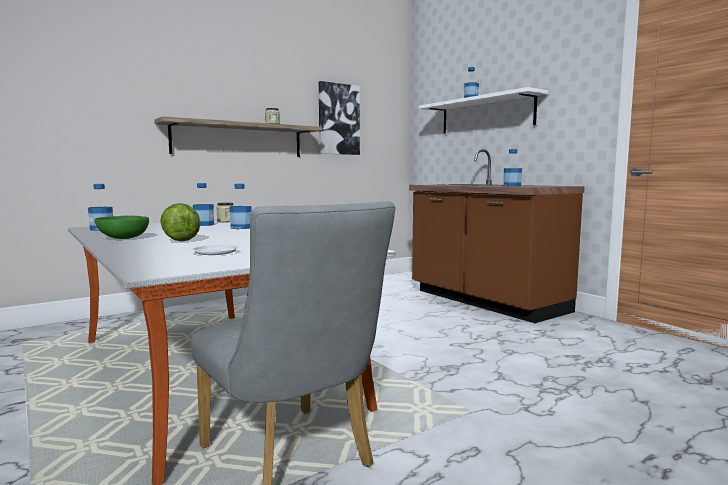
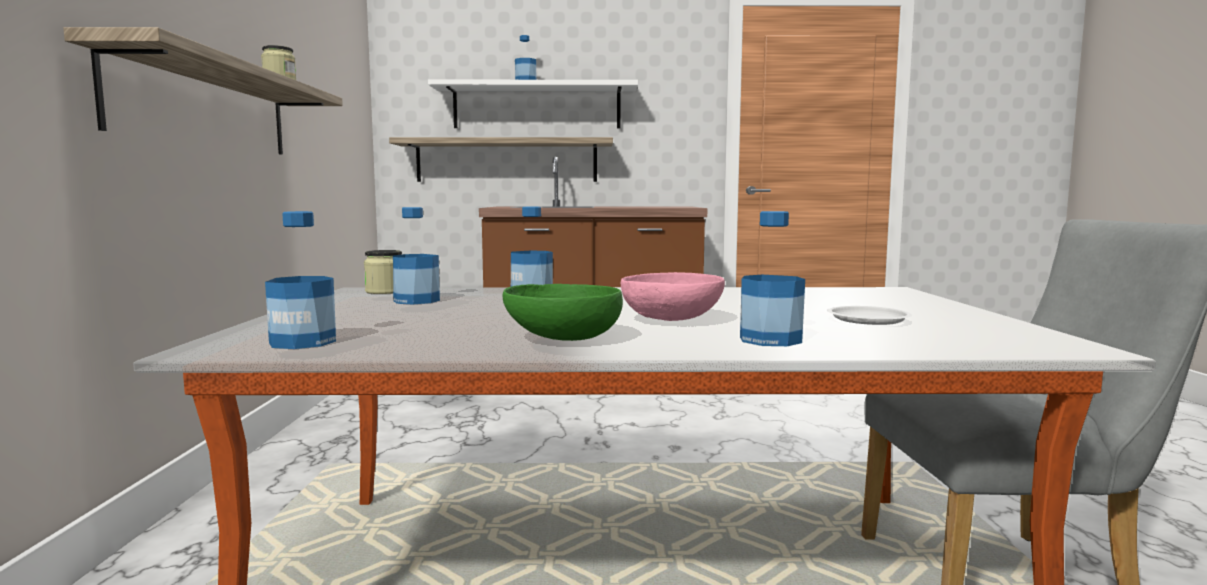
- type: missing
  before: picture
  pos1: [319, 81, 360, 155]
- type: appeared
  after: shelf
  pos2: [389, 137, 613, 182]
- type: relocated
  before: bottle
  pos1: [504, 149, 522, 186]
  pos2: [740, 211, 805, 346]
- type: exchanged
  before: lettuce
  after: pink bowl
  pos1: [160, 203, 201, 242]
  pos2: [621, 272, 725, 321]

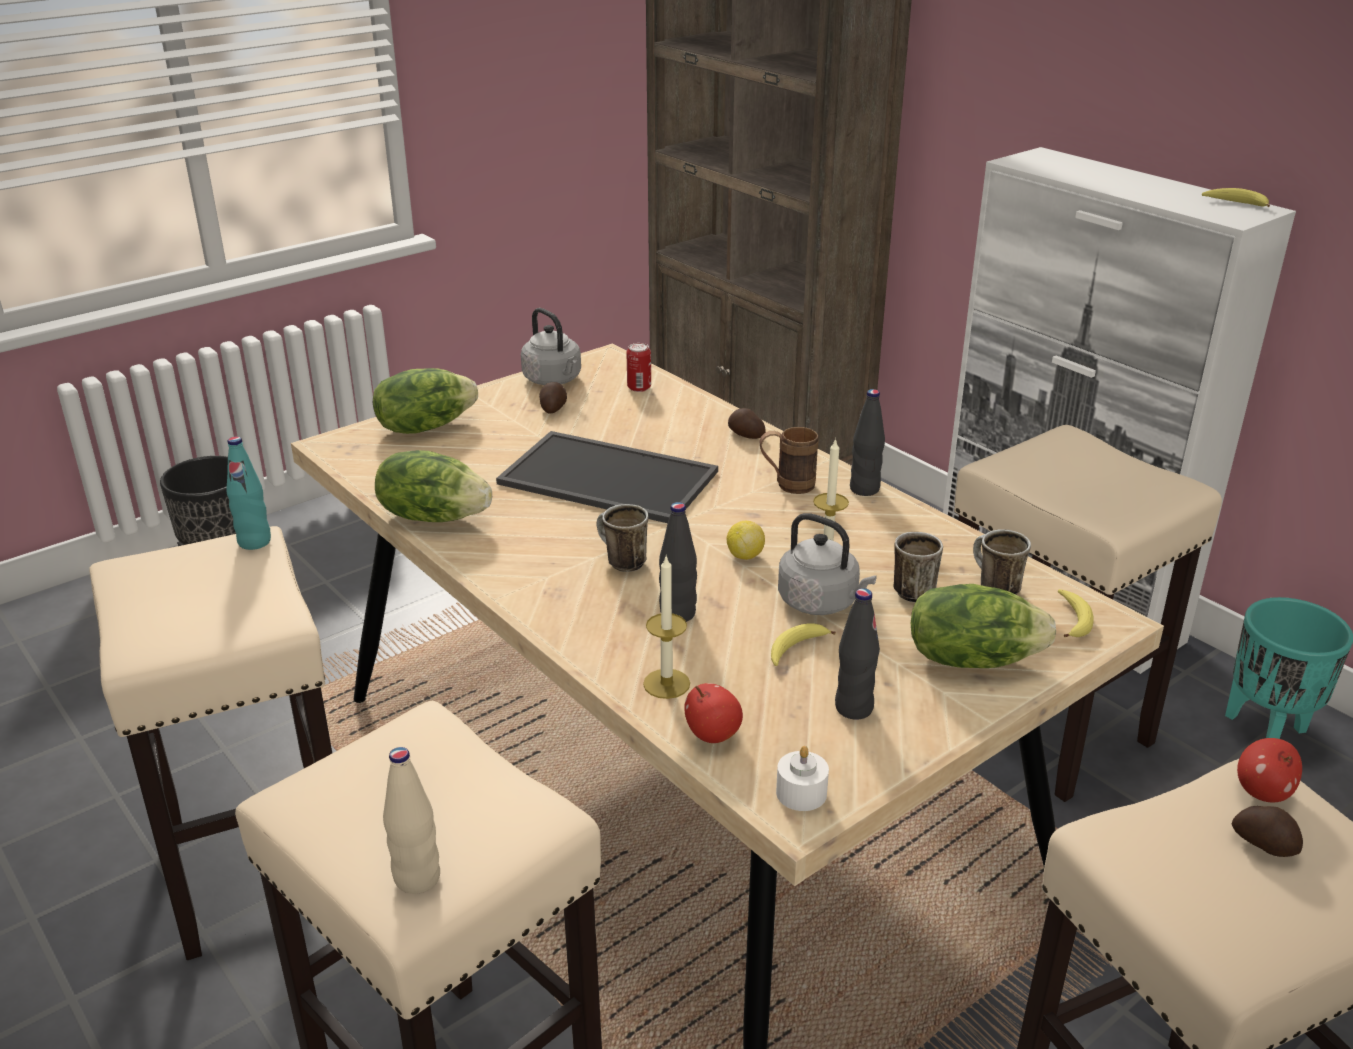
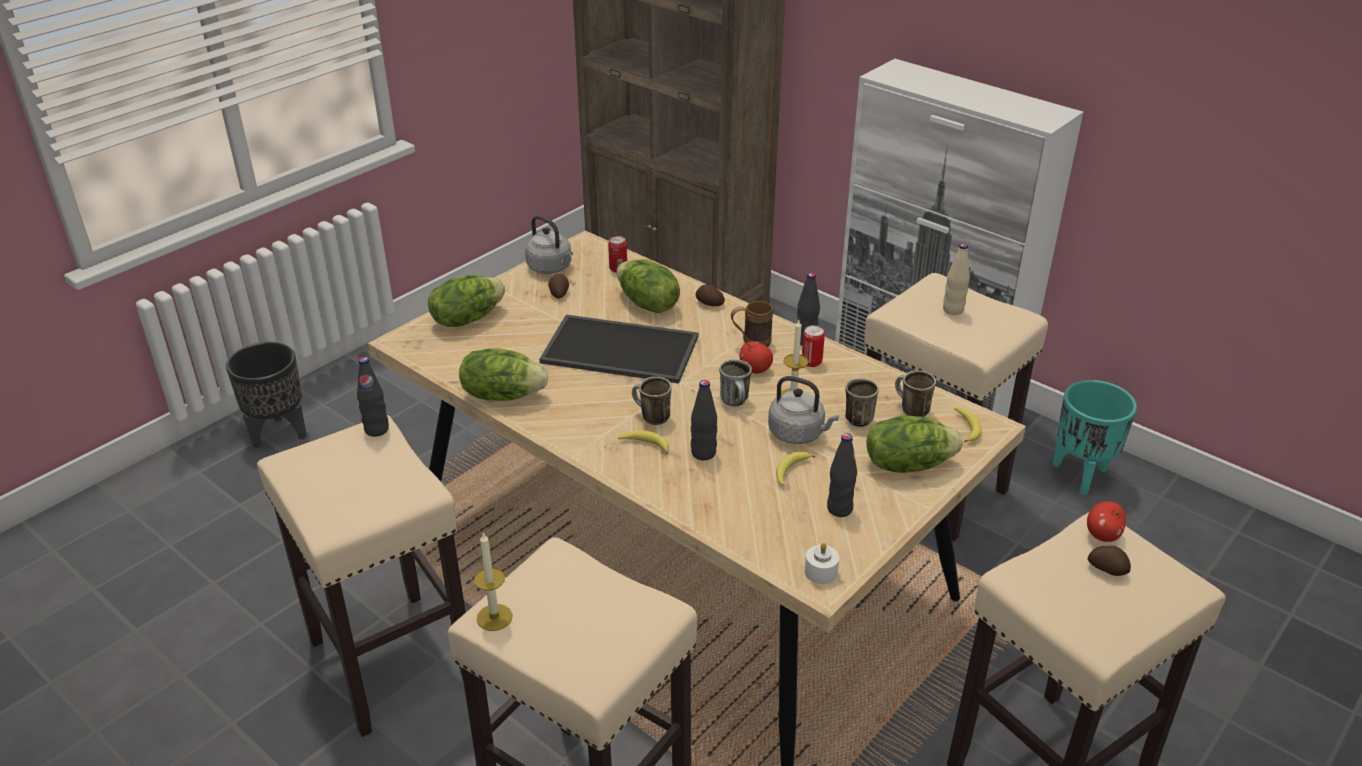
- type: appeared
  after: lettuce
  pos2: [617, 259, 680, 313]
- type: appeared
  after: can
  pos2: [802, 325, 825, 367]
- type: relocated
  before: beige bottle
  pos1: [383, 747, 440, 894]
  pos2: [943, 243, 970, 315]
- type: relocated
  before: candle
  pos1: [643, 557, 690, 699]
  pos2: [474, 532, 513, 631]
- type: relocated
  before: apple
  pos1: [684, 683, 743, 743]
  pos2: [739, 341, 773, 374]
- type: relocated
  before: banana
  pos1: [1202, 188, 1270, 207]
  pos2: [618, 430, 669, 454]
- type: exchanged
  before: lemon
  after: mug
  pos1: [727, 521, 765, 560]
  pos2: [719, 359, 752, 406]
- type: colour
  before: turquoise bottle
  after: black bottle
  pos1: [226, 436, 271, 550]
  pos2: [357, 357, 389, 437]

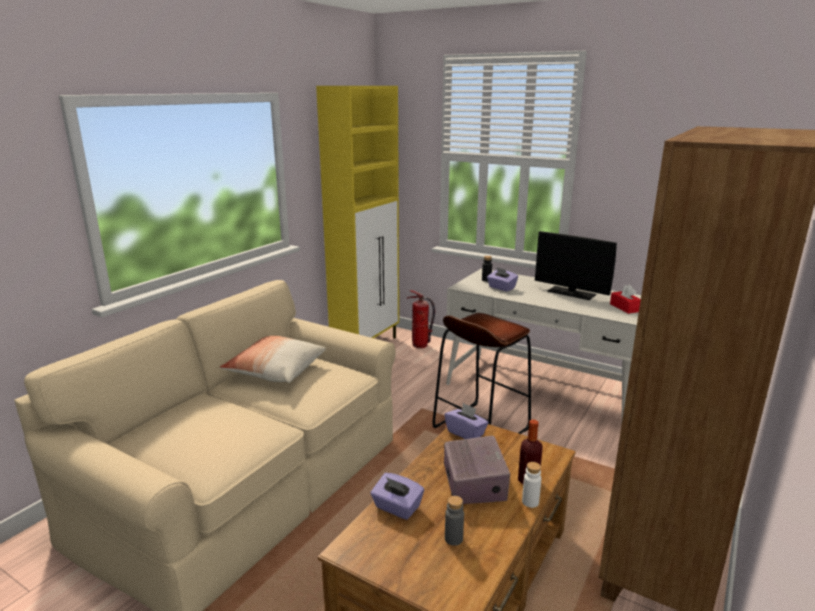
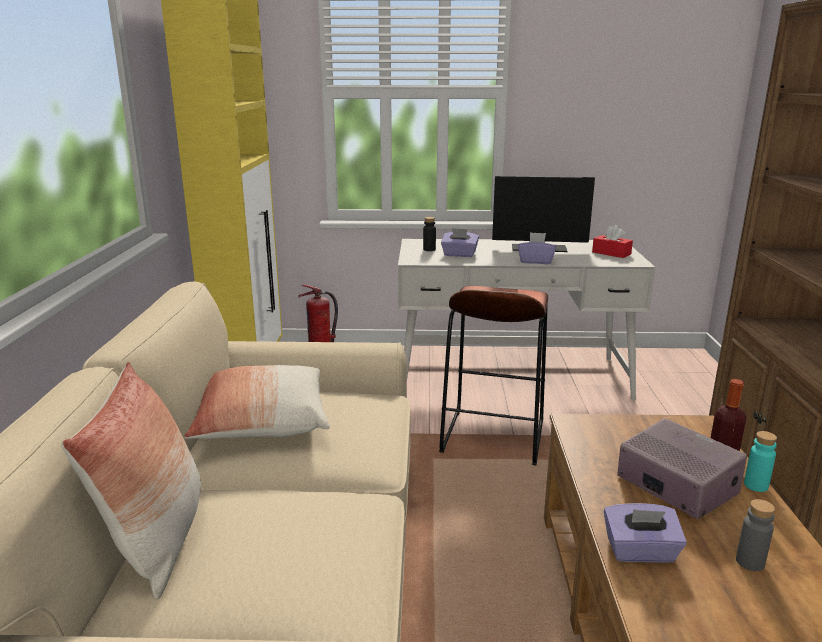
- type: appeared
  after: pillow
  pos2: [61, 362, 201, 599]
- type: relocated
  before: purple tissue box
  pos1: [444, 403, 489, 439]
  pos2: [518, 232, 556, 264]
- type: colour
  before: white bottle
  after: turquoise bottle
  pos1: [522, 462, 542, 508]
  pos2: [744, 431, 777, 492]

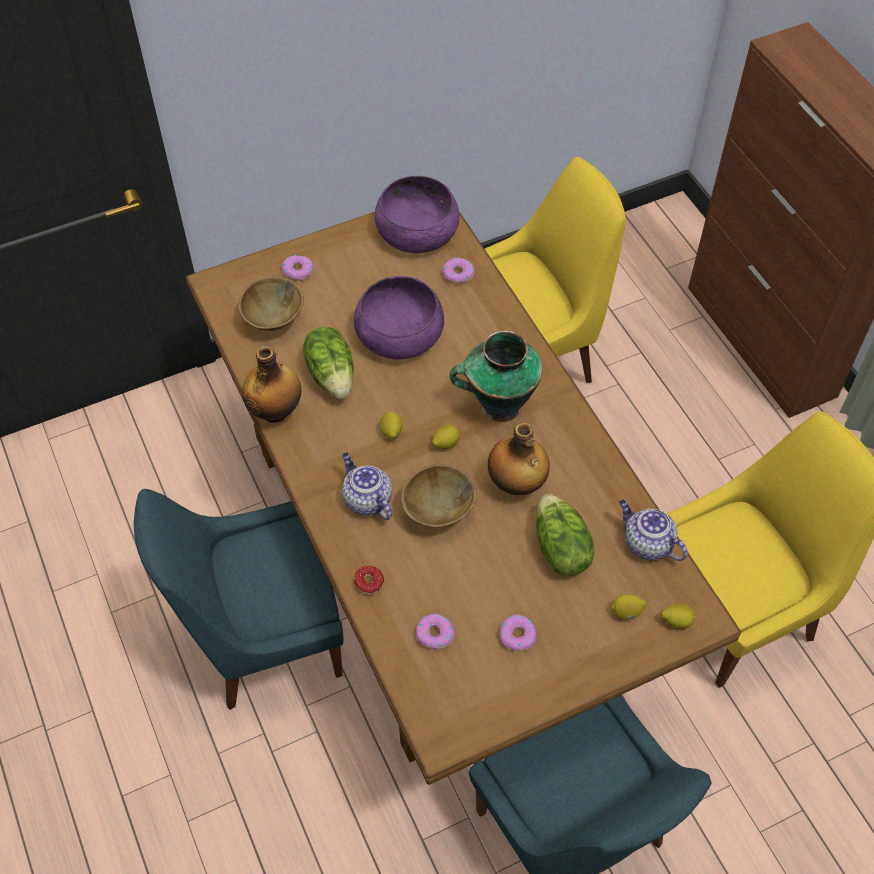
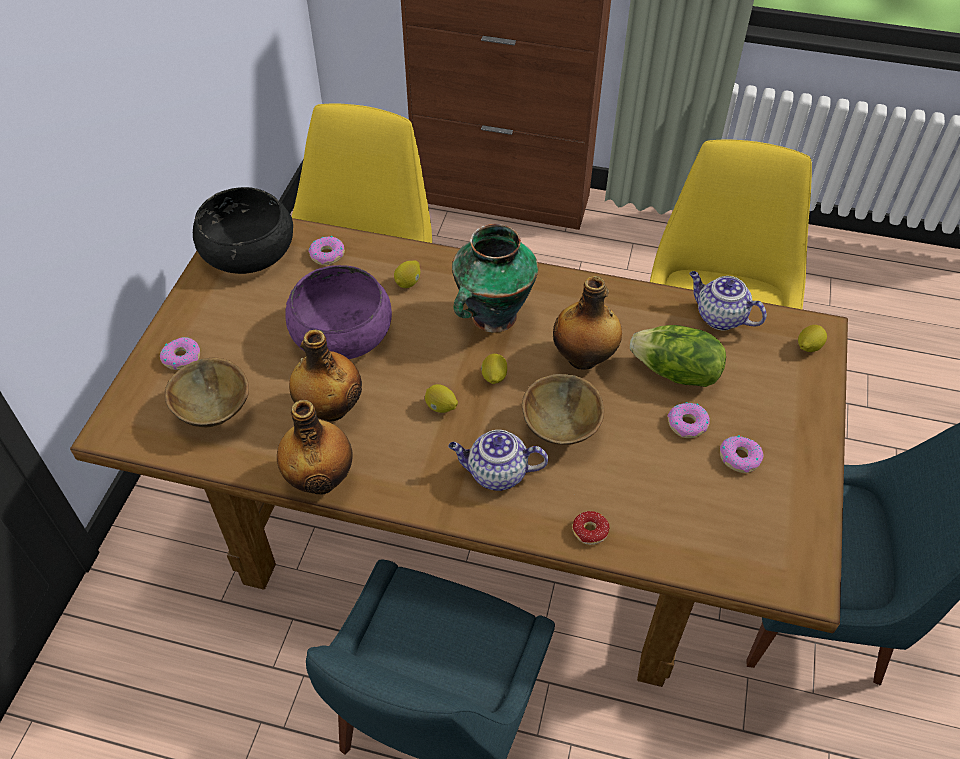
- type: relocated
  before: donut
  pos1: [415, 614, 455, 650]
  pos2: [668, 402, 710, 438]
- type: relocated
  before: lemon
  pos1: [611, 594, 646, 620]
  pos2: [394, 260, 420, 288]
- type: exchanged
  before: lettuce
  after: bottle
  pos1: [303, 326, 354, 399]
  pos2: [289, 330, 362, 422]
- type: colour
  before: purple bowl
  after: black bowl
  pos1: [375, 176, 460, 253]
  pos2: [193, 187, 293, 274]
- type: spun
  before: teapot
  pos1: [619, 500, 688, 561]
  pos2: [689, 271, 767, 330]
  turn: 45

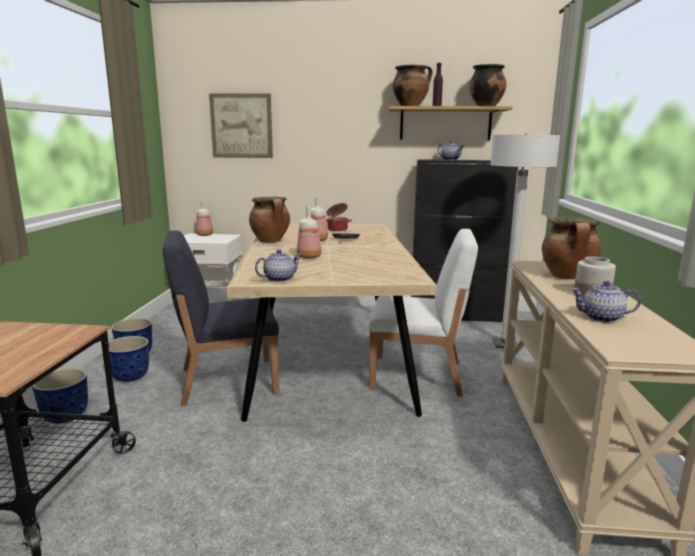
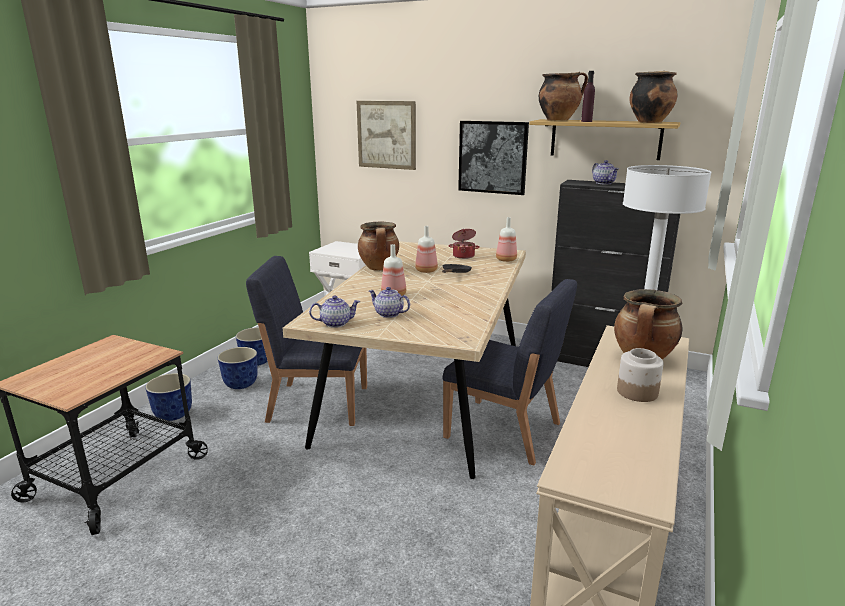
- type: appeared
  after: picture
  pos2: [458, 121, 529, 195]
- type: relocated
  before: bottle
  pos1: [196, 201, 213, 236]
  pos2: [496, 217, 517, 262]
- type: relocated
  before: teapot
  pos1: [571, 281, 641, 323]
  pos2: [369, 287, 410, 318]
- type: colour
  before: white chair
  after: blue chair
  pos1: [369, 229, 478, 397]
  pos2: [442, 279, 577, 466]

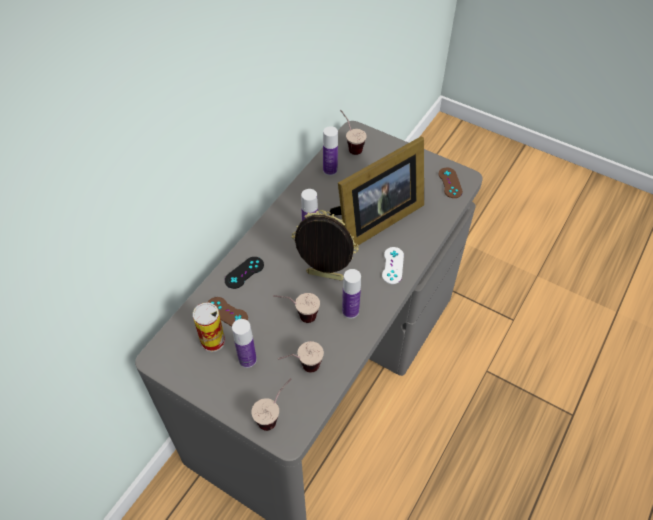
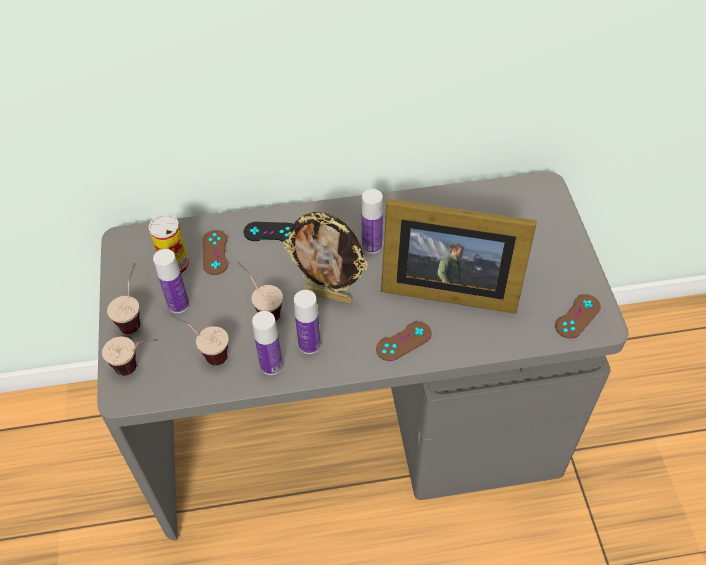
- type: relocated
  before: bottle
  pos1: [323, 126, 338, 176]
  pos2: [252, 311, 283, 375]
- type: relocated
  before: cup
  pos1: [340, 110, 367, 155]
  pos2: [107, 263, 140, 334]
- type: colour
  before: white game controller
  after: brown game controller
  pos1: [382, 247, 404, 284]
  pos2: [376, 321, 431, 361]
- type: spun
  before: picture frame
  pos1: [292, 210, 359, 281]
  pos2: [283, 212, 368, 303]
  turn: 135

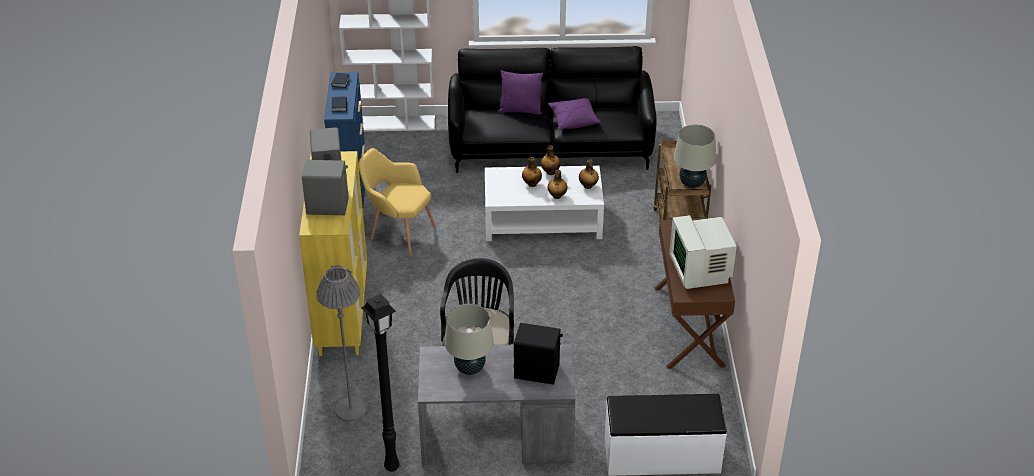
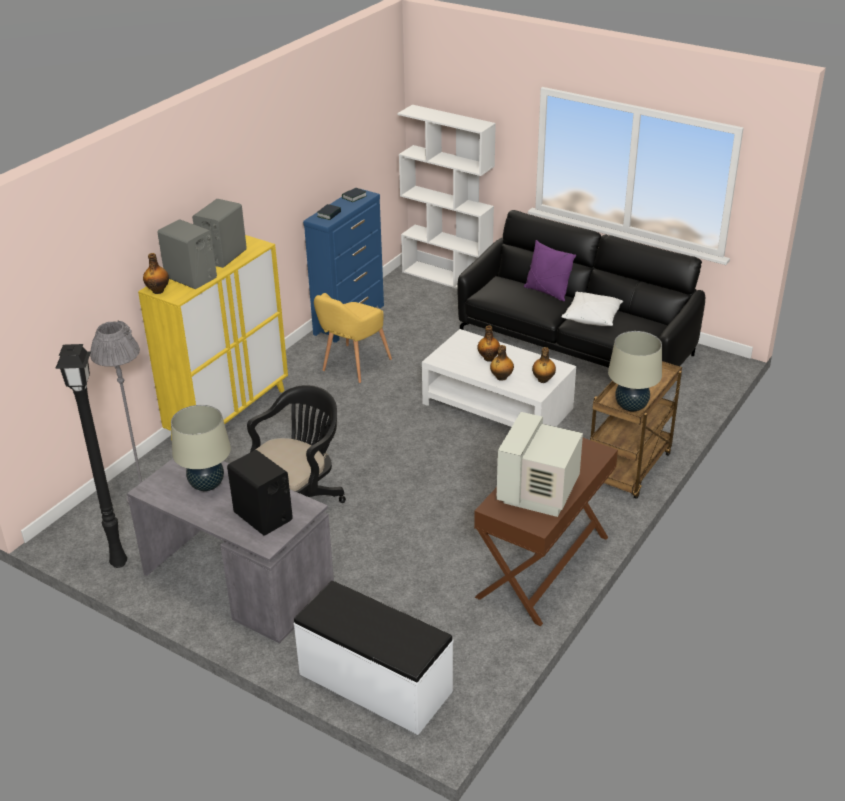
- type: relocated
  before: bottle
  pos1: [541, 145, 560, 175]
  pos2: [143, 253, 169, 294]
- type: colour
  before: purple pillow
  after: white pillow
  pos1: [548, 98, 601, 129]
  pos2: [561, 291, 623, 326]
- type: spun
  before: yellow armchair
  pos1: [359, 148, 435, 255]
  pos2: [314, 293, 392, 383]
  turn: -120

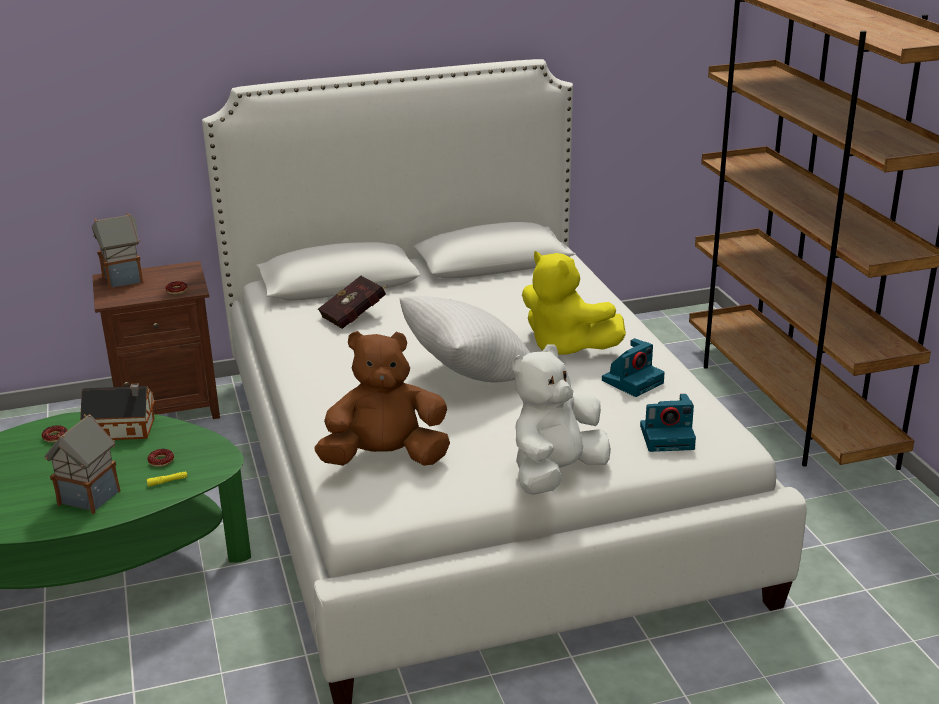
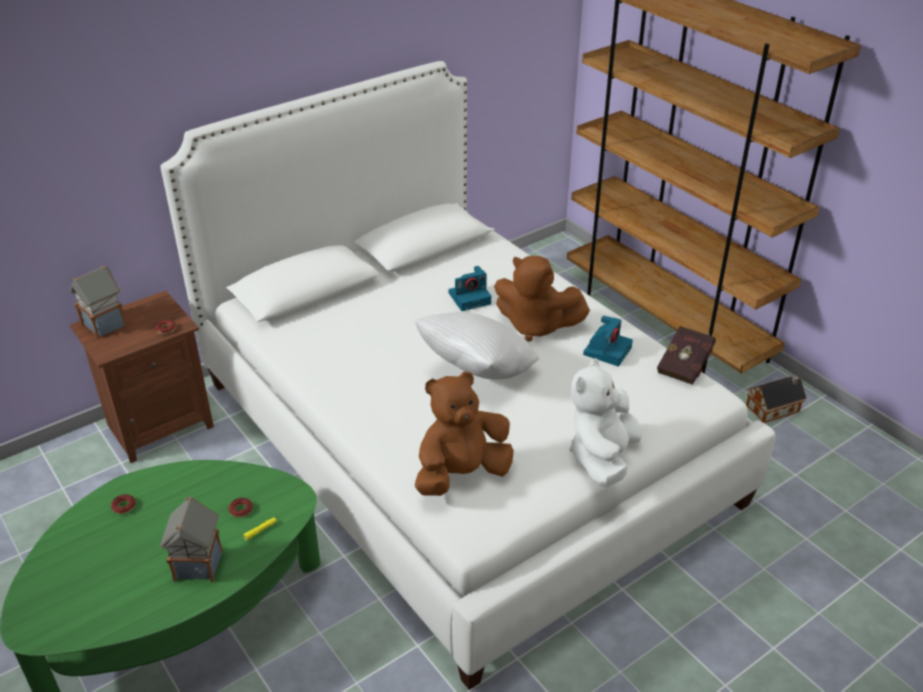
- type: relocated
  before: toy house
  pos1: [80, 384, 155, 440]
  pos2: [746, 375, 807, 423]
- type: relocated
  before: red book
  pos1: [318, 276, 387, 329]
  pos2: [657, 326, 716, 385]
- type: relocated
  before: photo camera
  pos1: [640, 394, 696, 452]
  pos2: [448, 266, 491, 311]
- type: colour
  before: yellow plush toy
  after: brown plush toy
  pos1: [522, 251, 626, 355]
  pos2: [494, 256, 590, 342]

